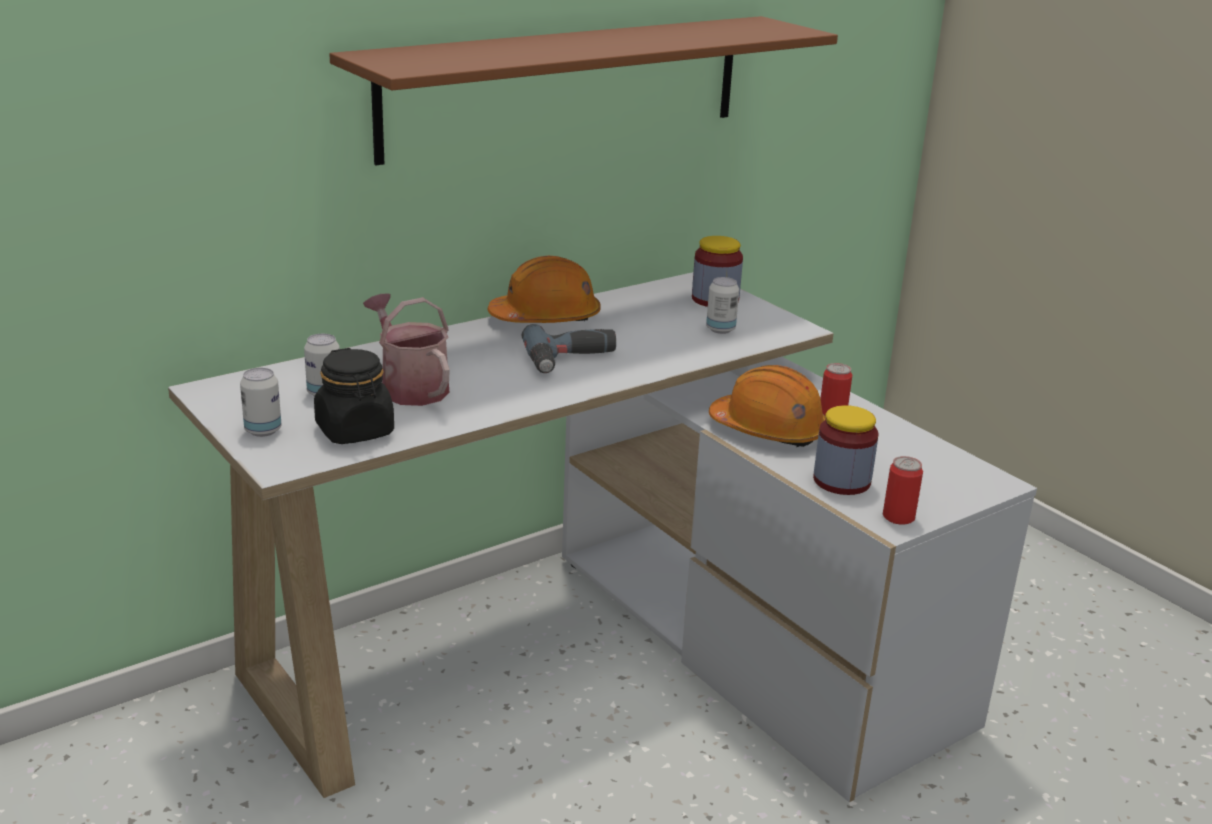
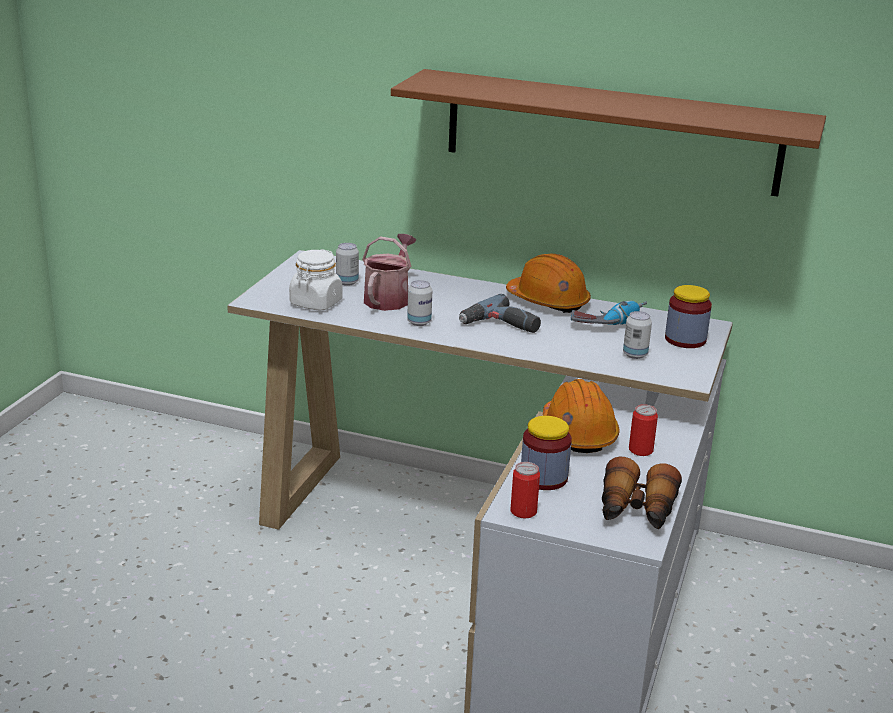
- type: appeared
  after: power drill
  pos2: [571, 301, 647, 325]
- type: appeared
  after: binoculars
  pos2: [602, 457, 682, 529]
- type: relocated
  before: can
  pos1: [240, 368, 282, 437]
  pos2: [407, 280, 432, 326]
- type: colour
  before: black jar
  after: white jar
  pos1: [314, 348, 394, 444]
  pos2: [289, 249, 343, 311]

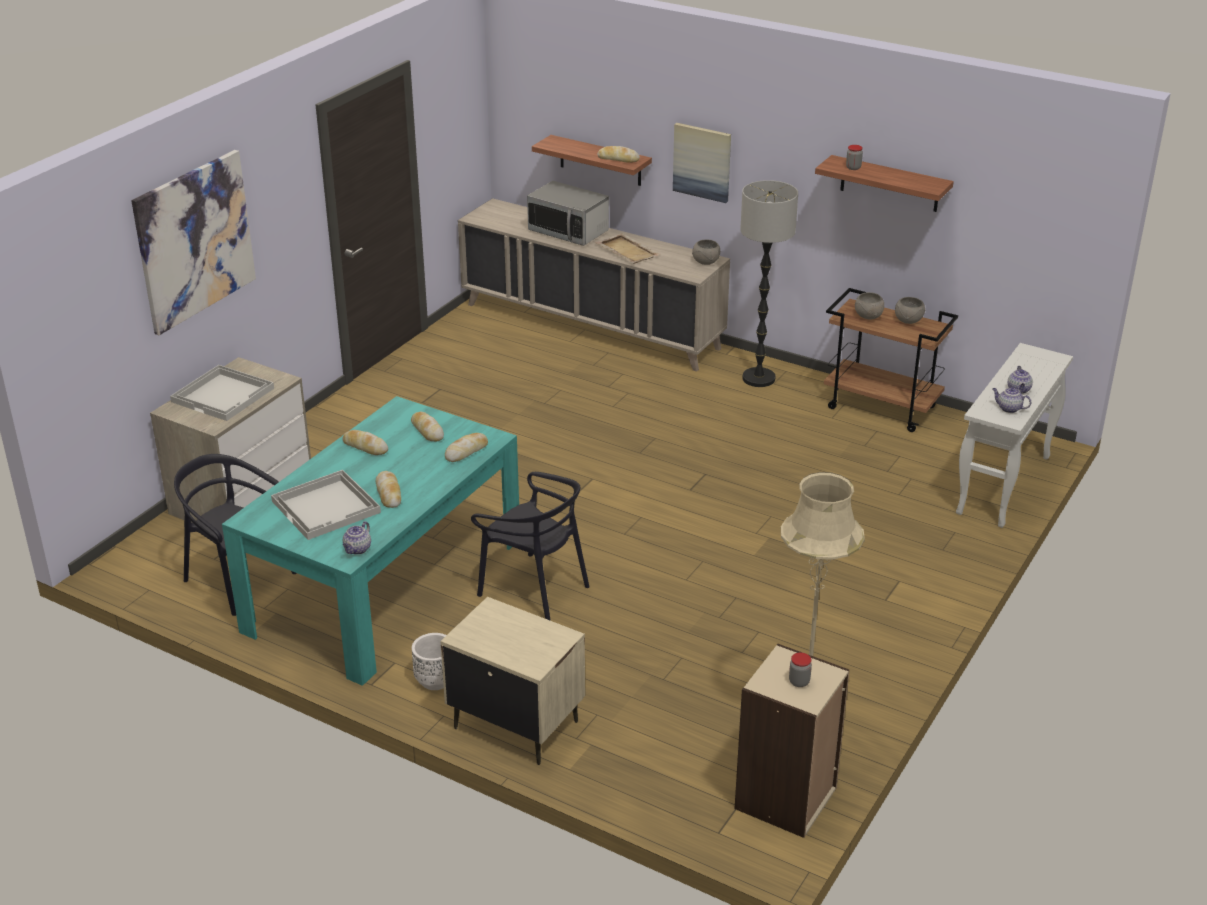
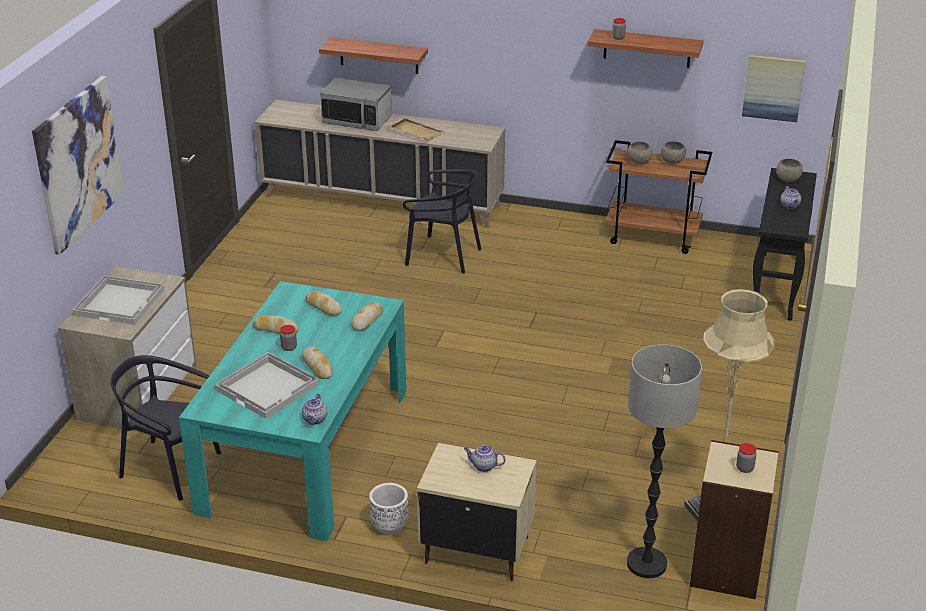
- type: missing
  before: bread
  pos1: [597, 146, 640, 163]
- type: appeared
  after: jar
  pos2: [280, 325, 297, 351]
- type: relocated
  before: black chair
  pos1: [471, 472, 589, 620]
  pos2: [402, 169, 482, 274]
- type: relocated
  before: picture
  pos1: [673, 123, 731, 203]
  pos2: [742, 55, 806, 122]
- type: relocated
  before: grey bowl
  pos1: [692, 240, 720, 265]
  pos2: [776, 158, 803, 182]
- type: relocated
  before: floor lamp
  pos1: [740, 180, 798, 387]
  pos2: [627, 344, 702, 578]
- type: relocated
  before: teapot
  pos1: [992, 387, 1031, 413]
  pos2: [464, 445, 506, 472]
- type: colour
  before: white console table
  after: black console table
  pos1: [956, 343, 1073, 528]
  pos2: [753, 168, 817, 321]

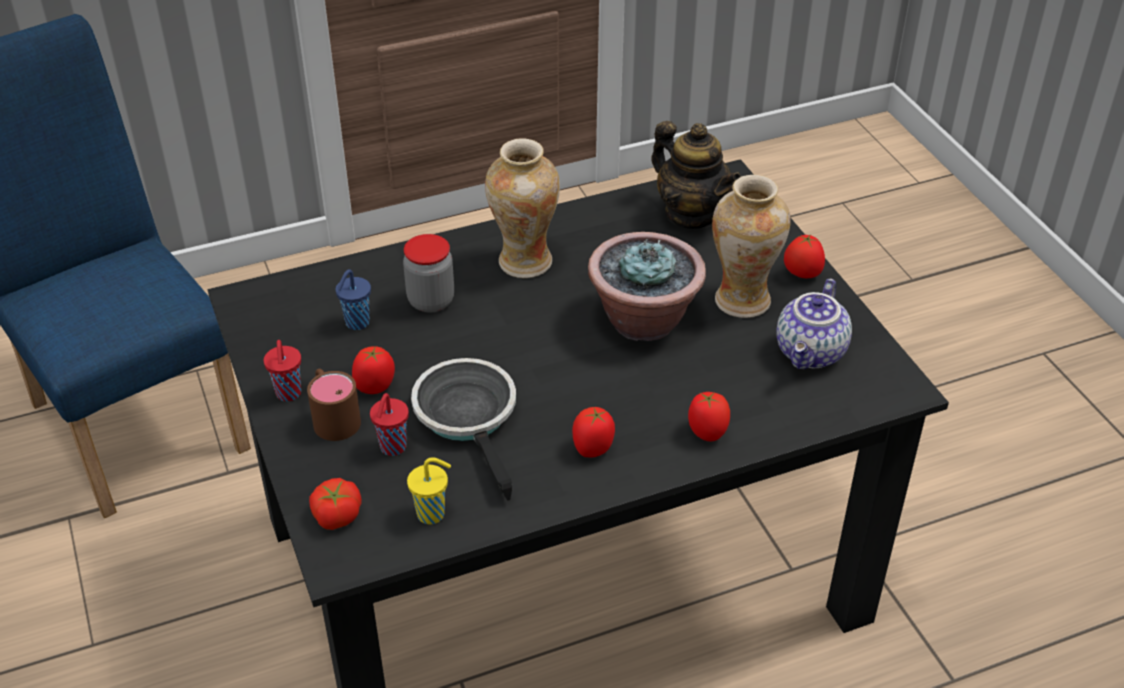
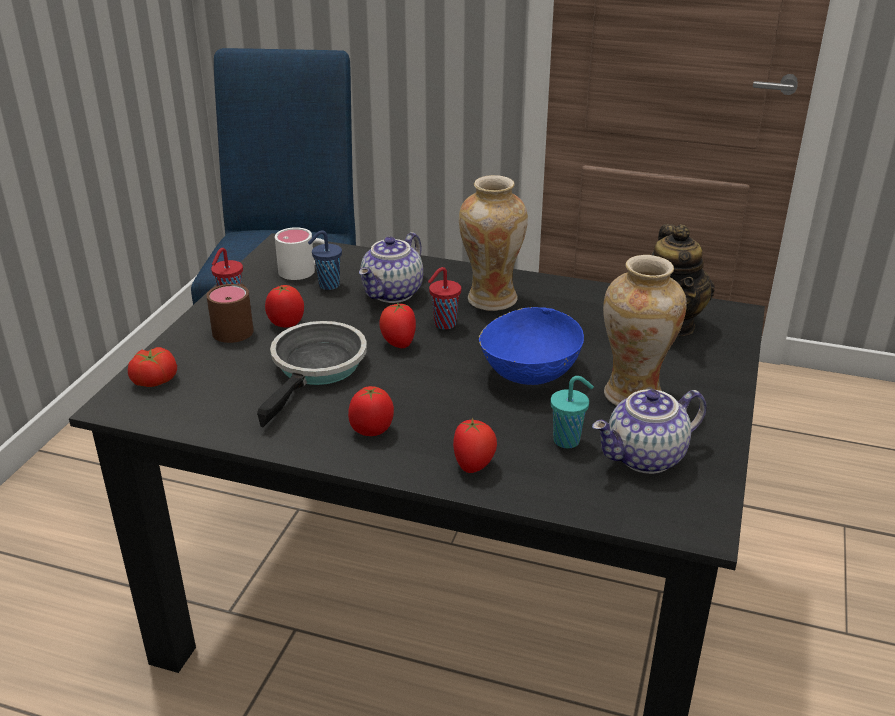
- type: missing
  before: yellow cup
  pos1: [407, 457, 451, 525]
- type: appeared
  after: white mug
  pos2: [275, 227, 325, 280]
- type: appeared
  after: turquoise cup
  pos2: [550, 376, 594, 448]
- type: relocated
  before: red cup
  pos1: [370, 393, 409, 456]
  pos2: [428, 267, 461, 329]
- type: relocated
  before: tomato
  pos1: [784, 234, 825, 278]
  pos2: [379, 302, 416, 348]
- type: exchanged
  before: jar
  after: teapot
  pos1: [403, 234, 454, 313]
  pos2: [359, 232, 423, 303]
- type: exchanged
  before: potted plant
  after: blue bowl
  pos1: [588, 232, 706, 341]
  pos2: [479, 307, 584, 385]

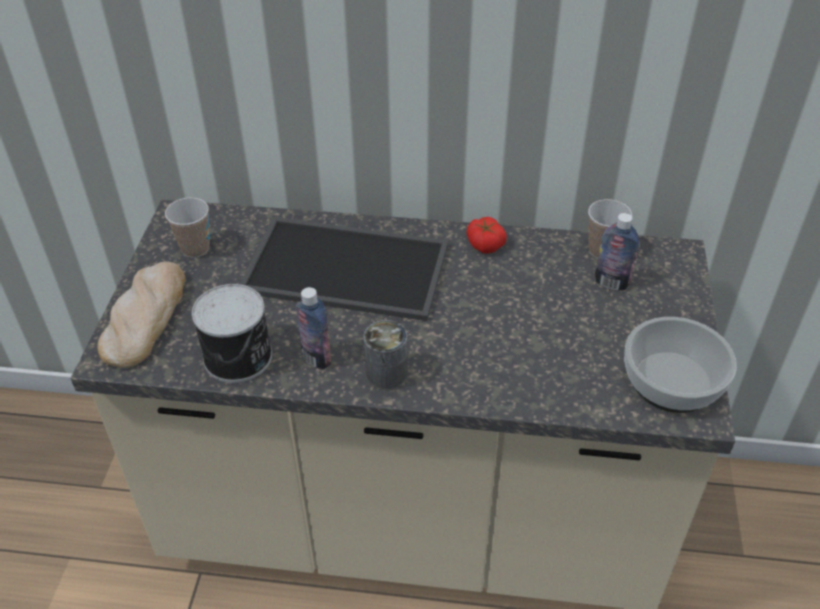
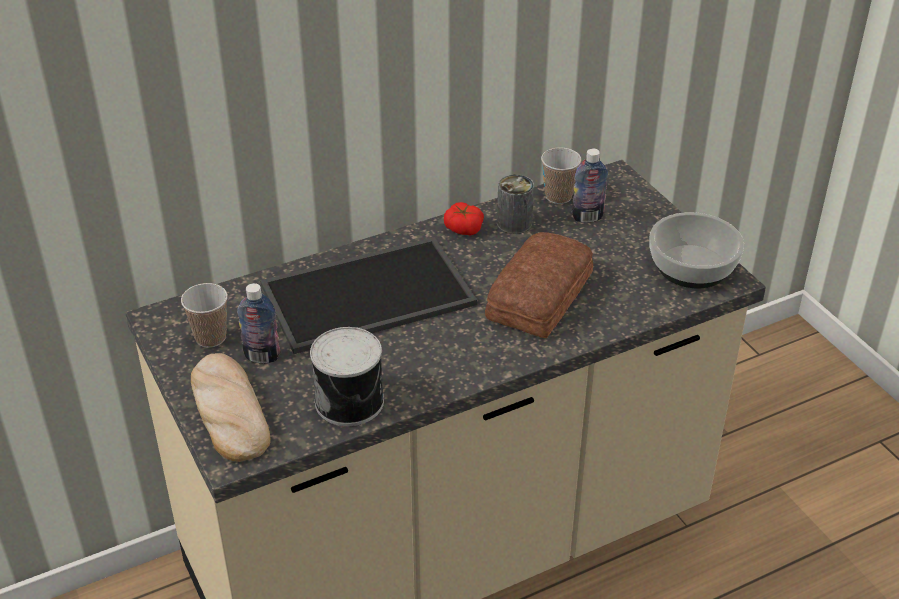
- type: appeared
  after: bread
  pos2: [485, 232, 593, 338]
- type: relocated
  before: bottle
  pos1: [296, 287, 331, 369]
  pos2: [237, 283, 281, 363]
- type: relocated
  before: can
  pos1: [364, 320, 408, 390]
  pos2: [497, 174, 534, 234]

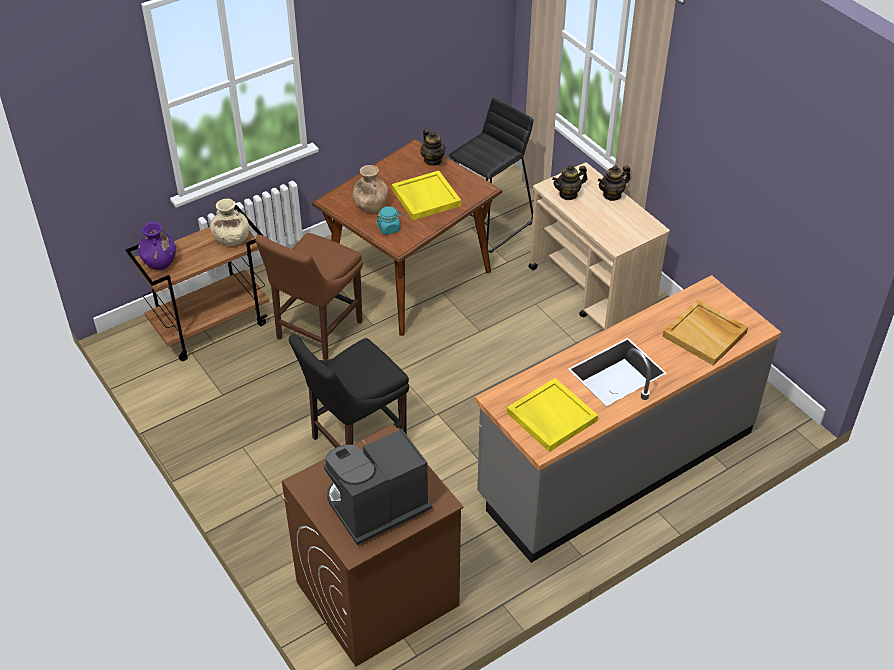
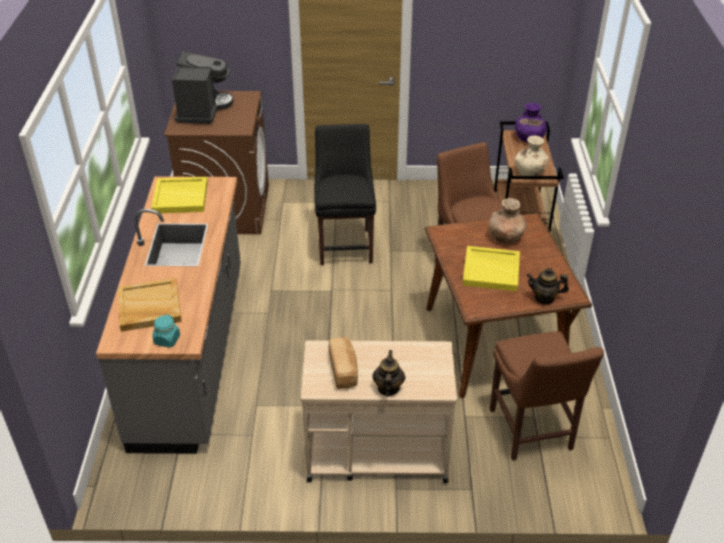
- type: missing
  before: teapot
  pos1: [552, 165, 587, 200]
- type: appeared
  after: bread
  pos2: [329, 337, 358, 389]
- type: relocated
  before: turquoise jar
  pos1: [376, 206, 401, 235]
  pos2: [152, 314, 180, 347]
- type: exchanged
  before: black stool
  after: brown chair
  pos1: [449, 98, 533, 253]
  pos2: [490, 331, 604, 461]

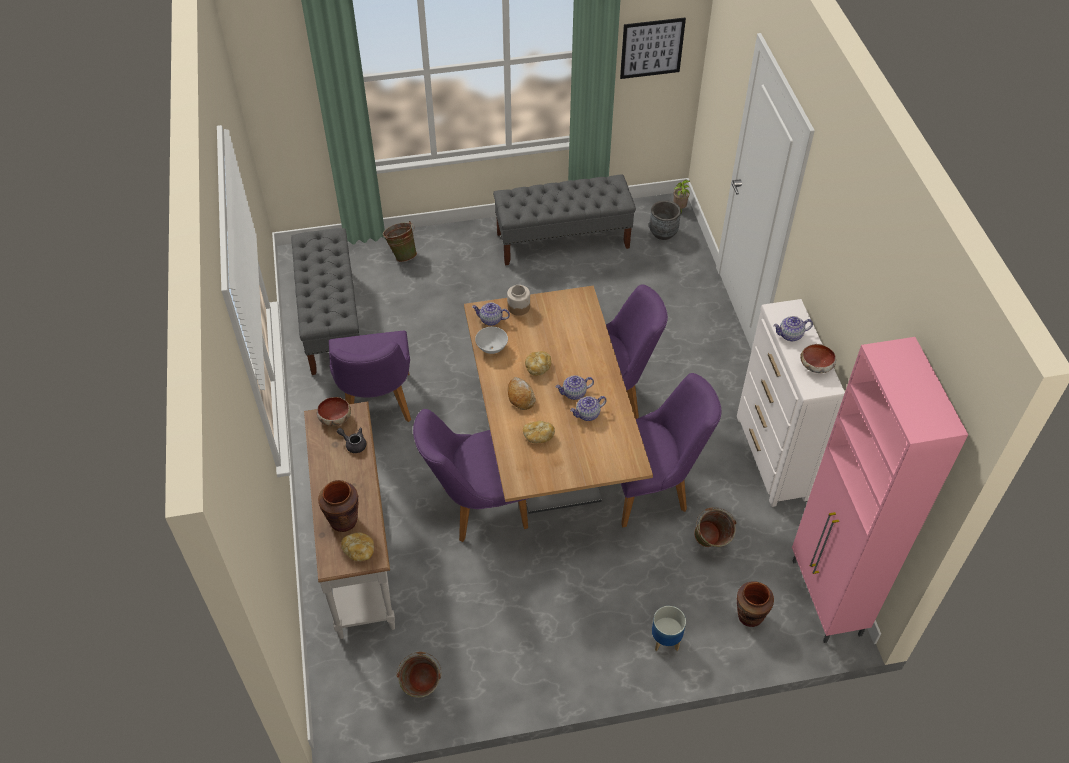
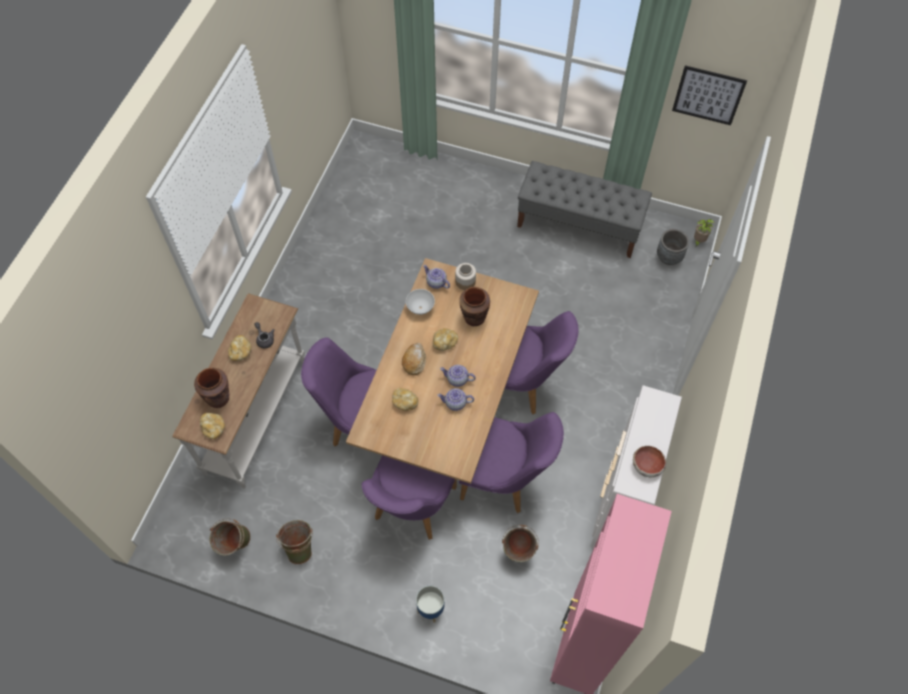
- type: missing
  before: grey bench
  pos1: [291, 228, 359, 375]
- type: missing
  before: bowl
  pos1: [317, 397, 351, 426]
- type: missing
  before: teapot
  pos1: [773, 316, 813, 341]
- type: appeared
  after: bread
  pos2: [228, 335, 252, 361]
- type: relocated
  before: purple chair
  pos1: [329, 331, 411, 422]
  pos2: [362, 455, 457, 540]
- type: relocated
  before: green bucket
  pos1: [383, 221, 417, 262]
  pos2: [276, 520, 313, 565]
- type: relocated
  before: brown vase
  pos1: [737, 581, 774, 627]
  pos2: [459, 287, 490, 326]

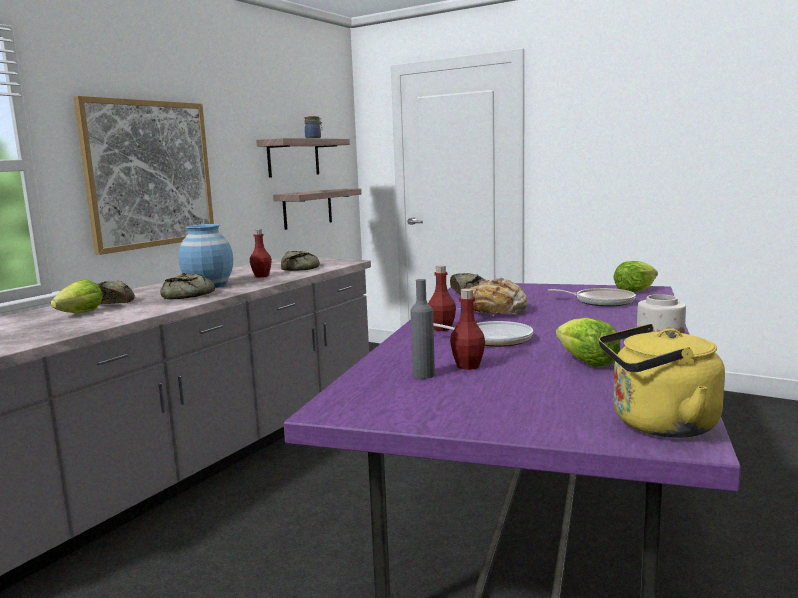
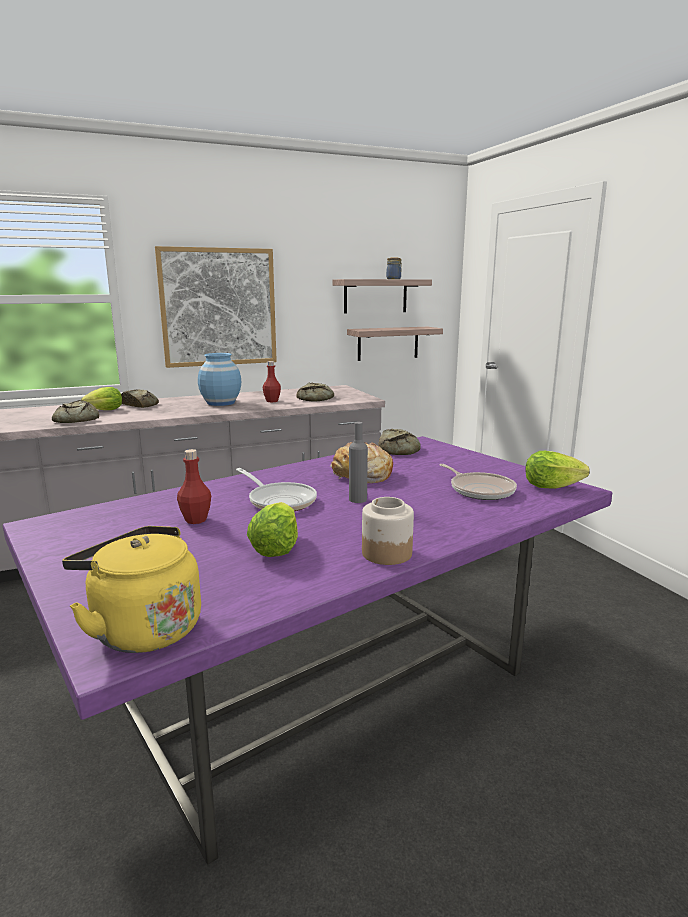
- type: missing
  before: red bottle
  pos1: [428, 265, 456, 331]
- type: relocated
  before: bread
  pos1: [160, 273, 215, 299]
  pos2: [52, 400, 99, 423]
- type: relocated
  before: grey bottle
  pos1: [410, 279, 435, 379]
  pos2: [349, 422, 368, 503]

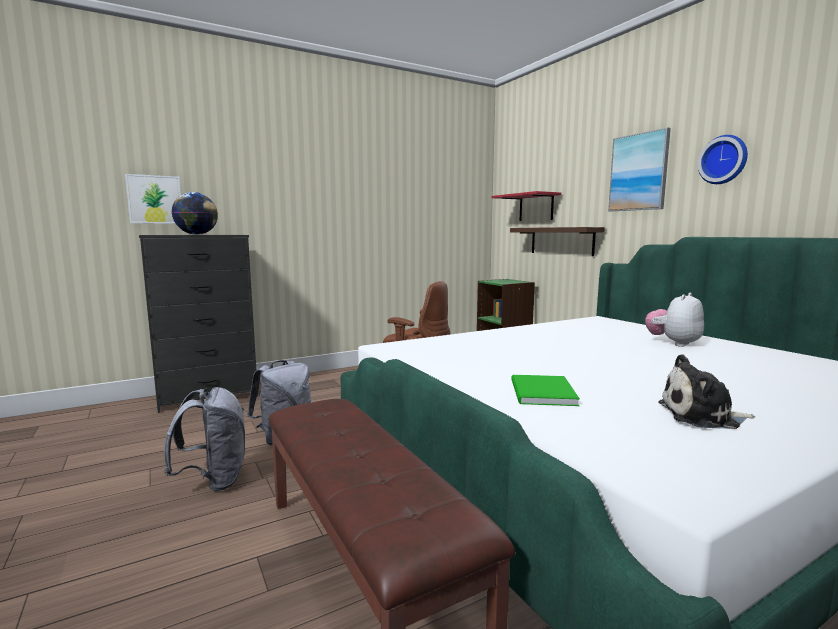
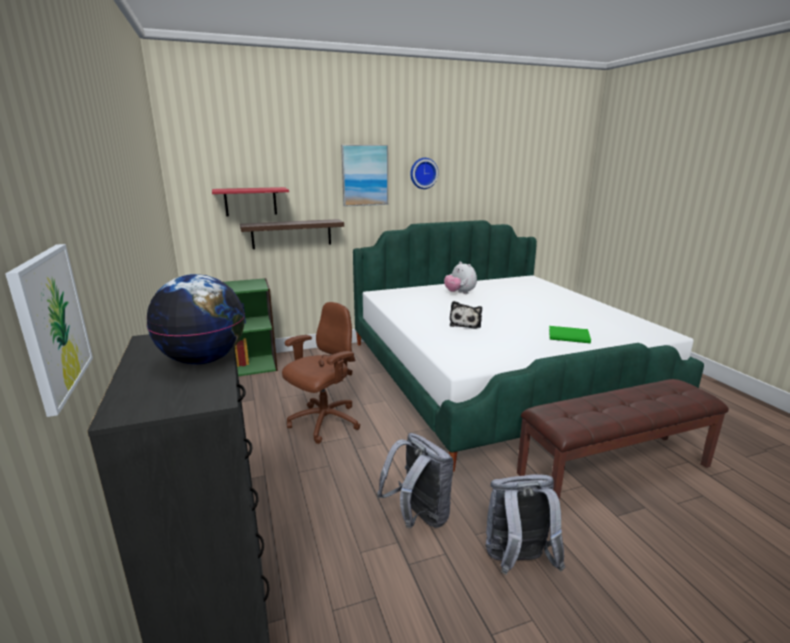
- type: relocated
  before: plush toy
  pos1: [658, 354, 755, 429]
  pos2: [450, 301, 482, 329]

